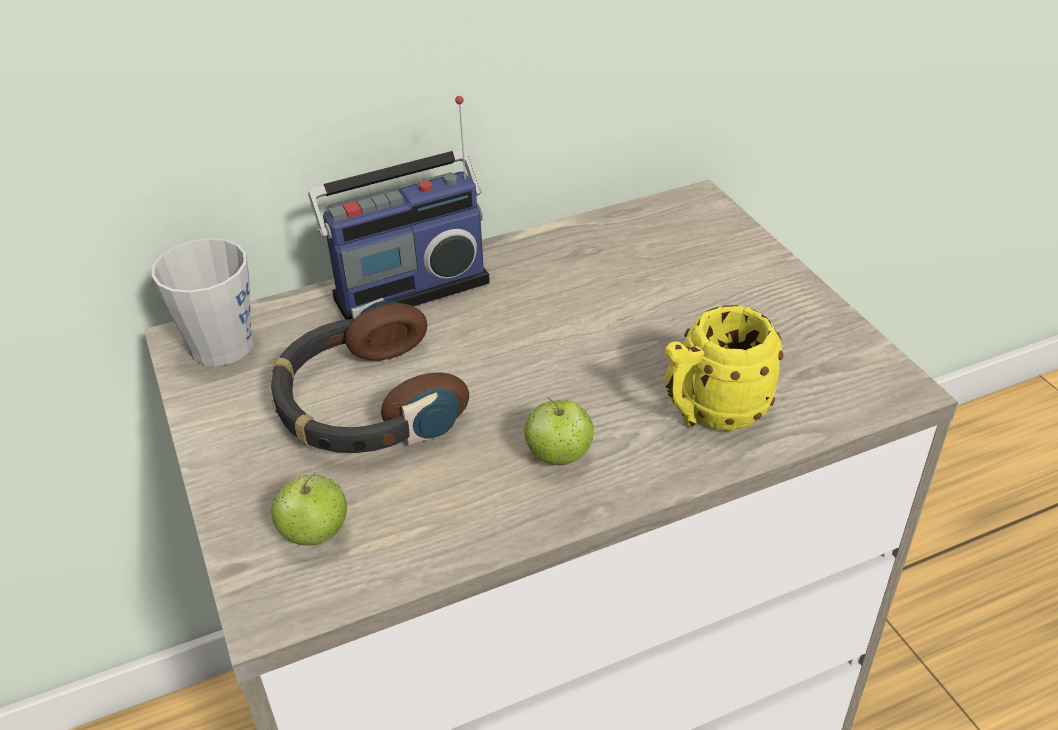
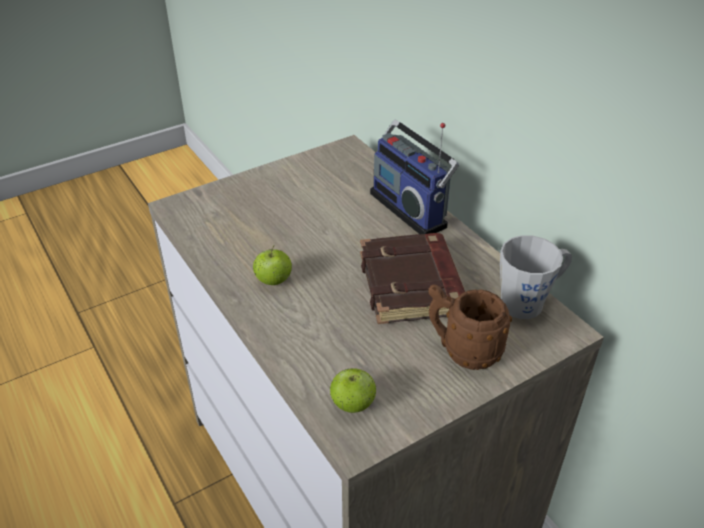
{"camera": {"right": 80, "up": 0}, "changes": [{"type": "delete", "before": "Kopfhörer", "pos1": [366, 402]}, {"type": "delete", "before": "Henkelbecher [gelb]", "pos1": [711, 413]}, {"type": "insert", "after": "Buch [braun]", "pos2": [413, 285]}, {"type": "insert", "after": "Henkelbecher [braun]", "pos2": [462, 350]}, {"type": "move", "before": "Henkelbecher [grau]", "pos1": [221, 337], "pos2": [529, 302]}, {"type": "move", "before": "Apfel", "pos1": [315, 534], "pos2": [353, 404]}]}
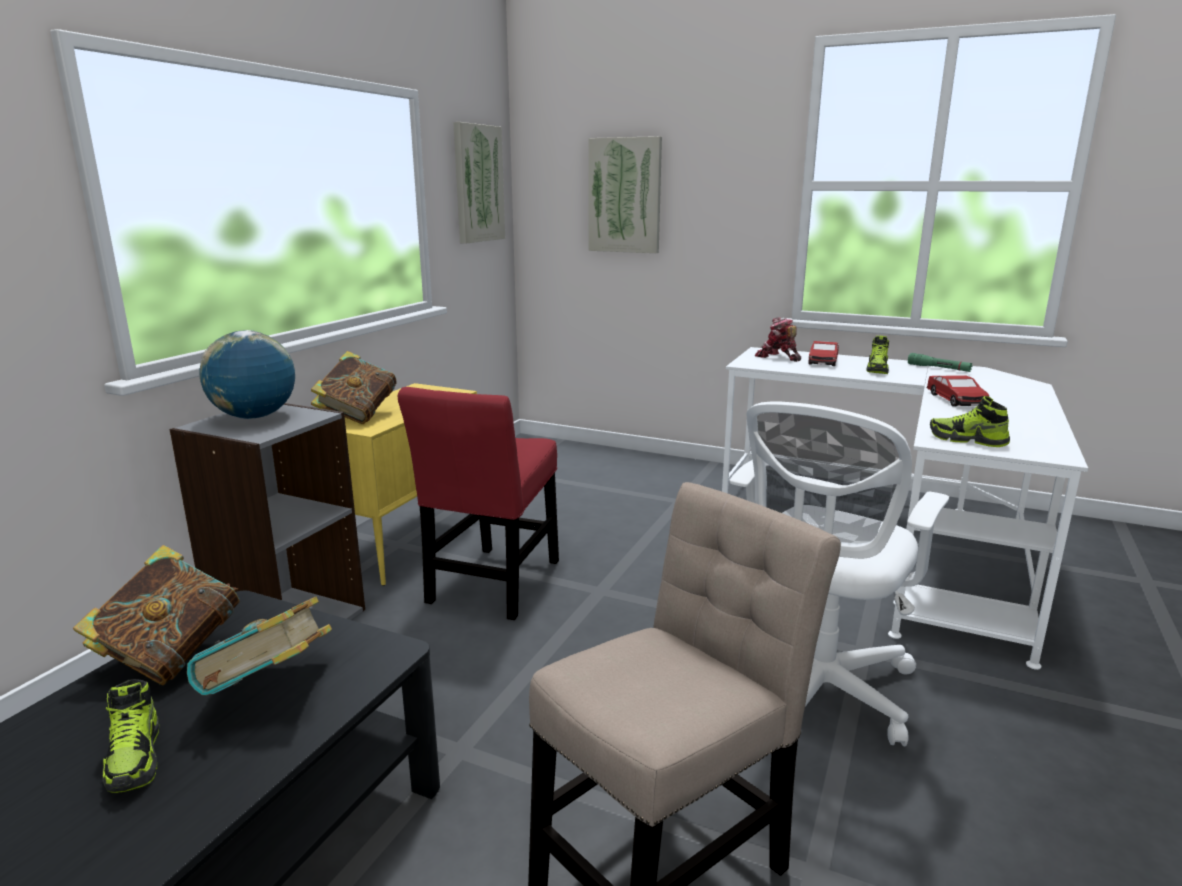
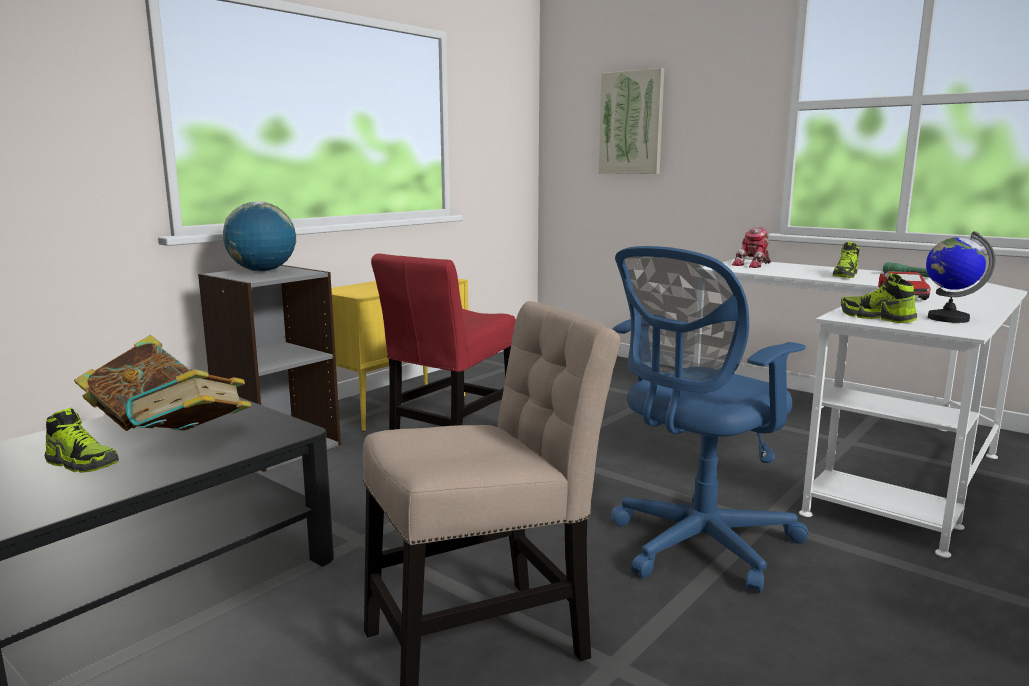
{"camera": {"right": 15, "up": -5}, "changes": [{"type": "delete", "before": "Buch", "pos1": [357, 416]}, {"type": "delete", "before": "Bild", "pos1": [478, 184]}, {"type": "delete", "before": "Spielzeugauto", "pos1": [823, 361]}, {"type": "insert", "after": "Globus", "pos2": [947, 318]}, {"type": "recolor", "before": "Bürostuhl [weiß]", "after": "Bürostuhl [blau]", "pos1": [816, 695], "pos2": [696, 546]}, {"type": "rotate", "before": "Schuh", "pos1": [135, 759], "pos2": [82, 463], "turn": -60}, {"type": "rotate", "before": "Spielzeugroboter", "pos1": [778, 357], "pos2": [754, 265], "turn": -105}]}
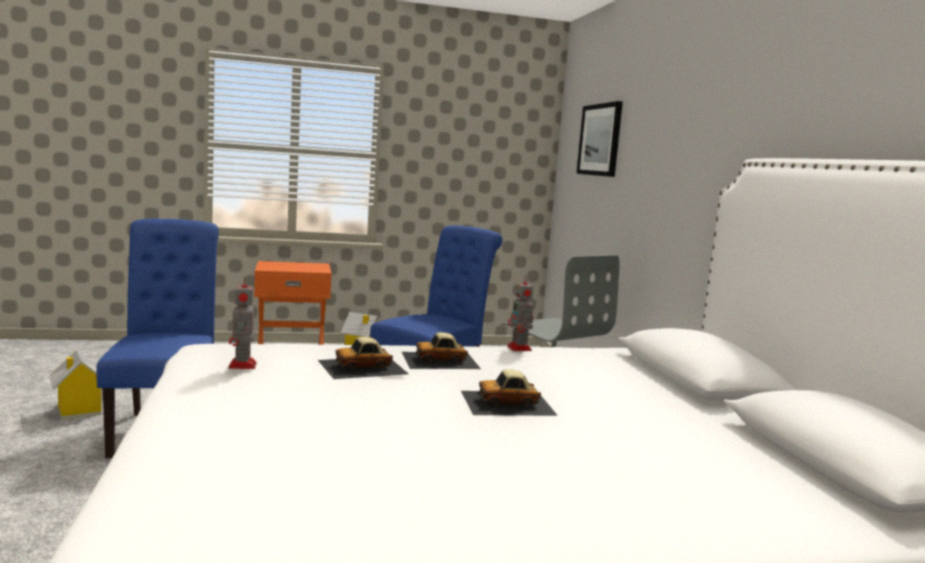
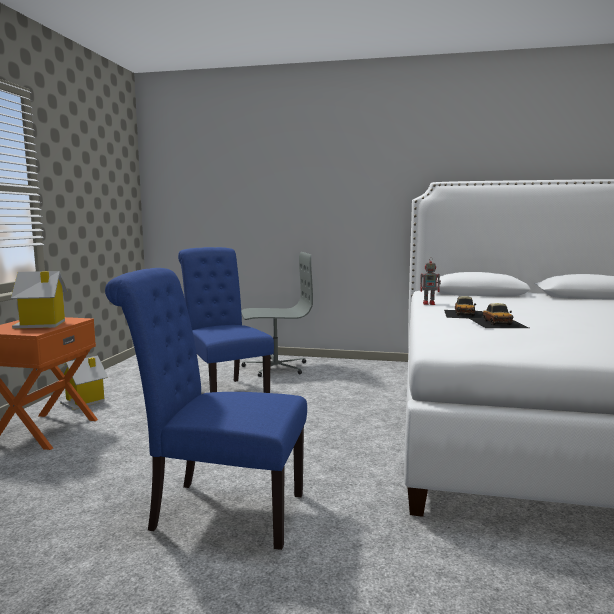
{"camera": {"right": -65, "up": 0}, "changes": [{"type": "delete", "before": "Spielzeugroboter", "pos1": [242, 366]}, {"type": "delete", "before": "Spielzeugauto", "pos1": [508, 403]}, {"type": "delete", "before": "Bild", "pos1": [600, 140]}, {"type": "move", "before": "Spielzeughaus", "pos1": [78, 411], "pos2": [42, 324]}]}
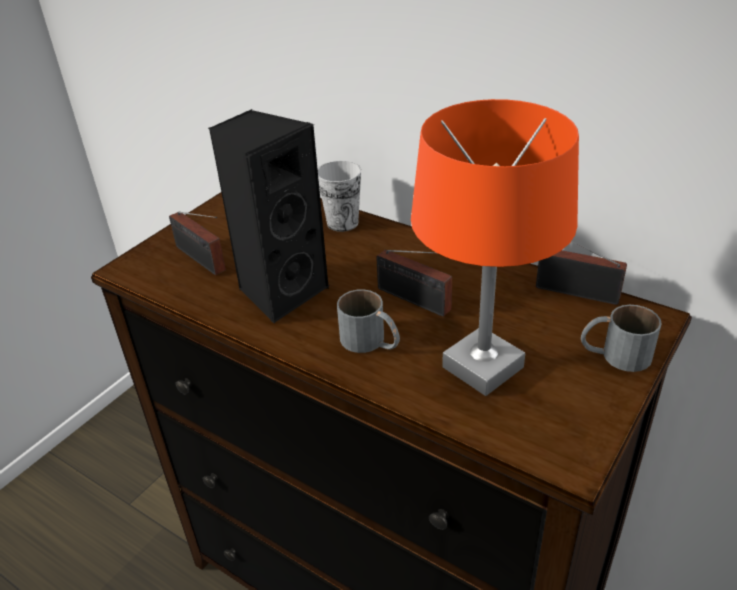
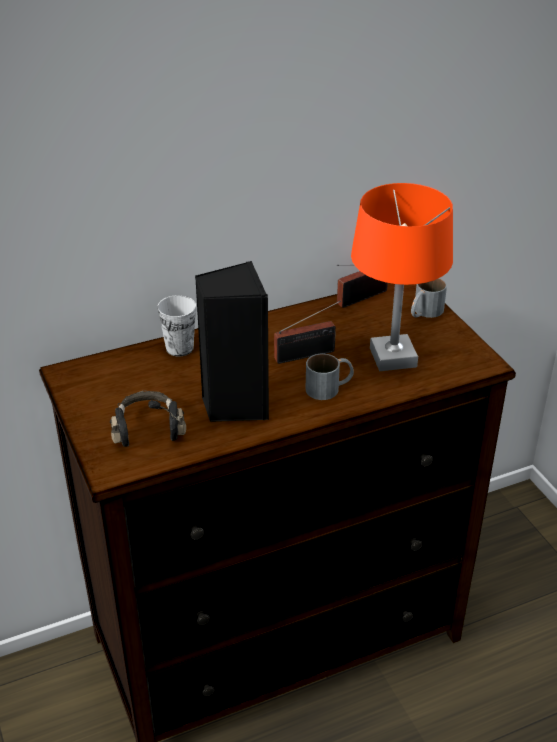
{"camera": {"right": -60, "up": 0}, "changes": [{"type": "replace", "before": "Radio", "after": "Kopfhörer [schwarz]", "pos1": [202, 260], "pos2": [148, 429]}]}
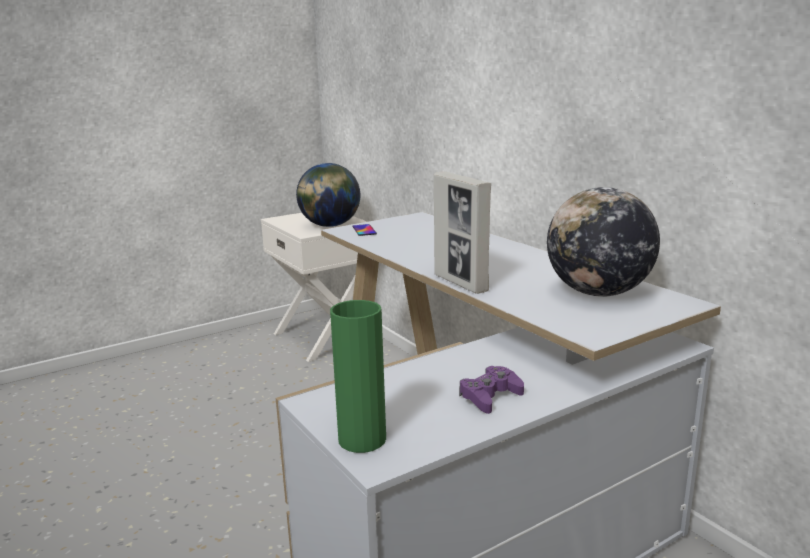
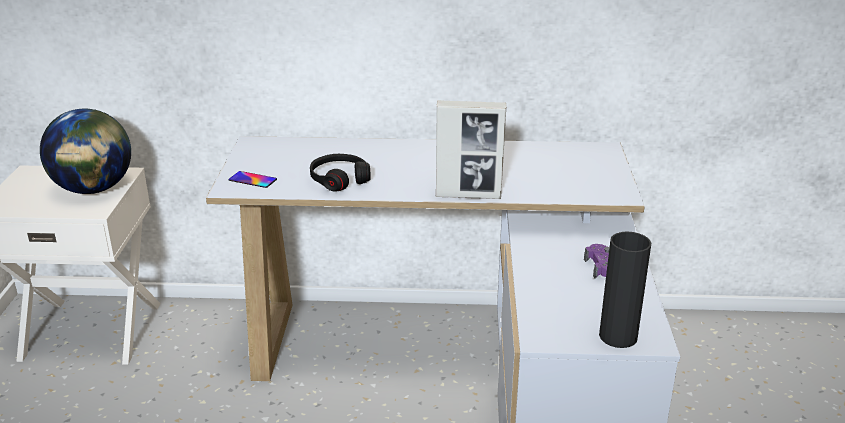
{"camera": {"right": -55, "up": 10}, "changes": [{"type": "delete", "before": "Globus", "pos1": [598, 293]}, {"type": "insert", "after": "Kopfhörer [schwarz]", "pos2": [339, 179]}, {"type": "recolor", "before": "Vase [grün]", "after": "Vase [schwarz]", "pos1": [362, 439], "pos2": [618, 336]}]}
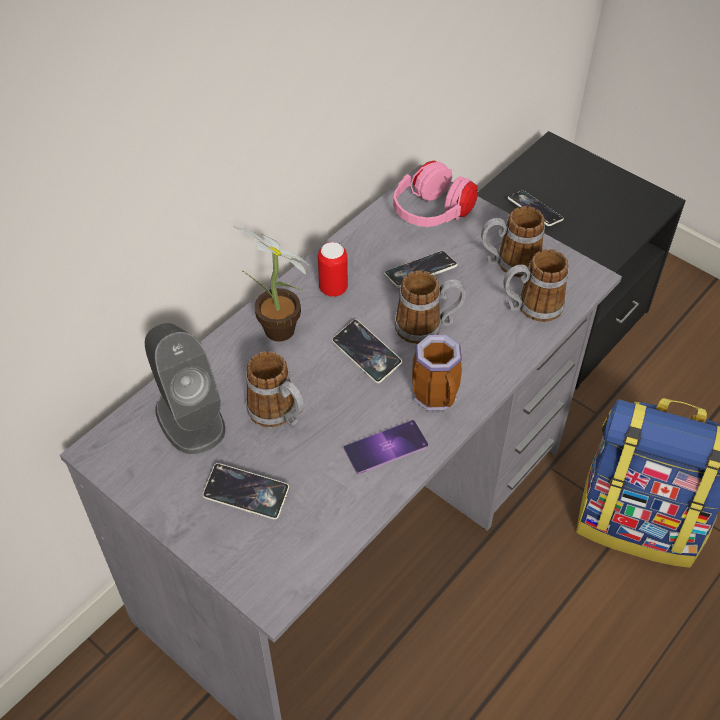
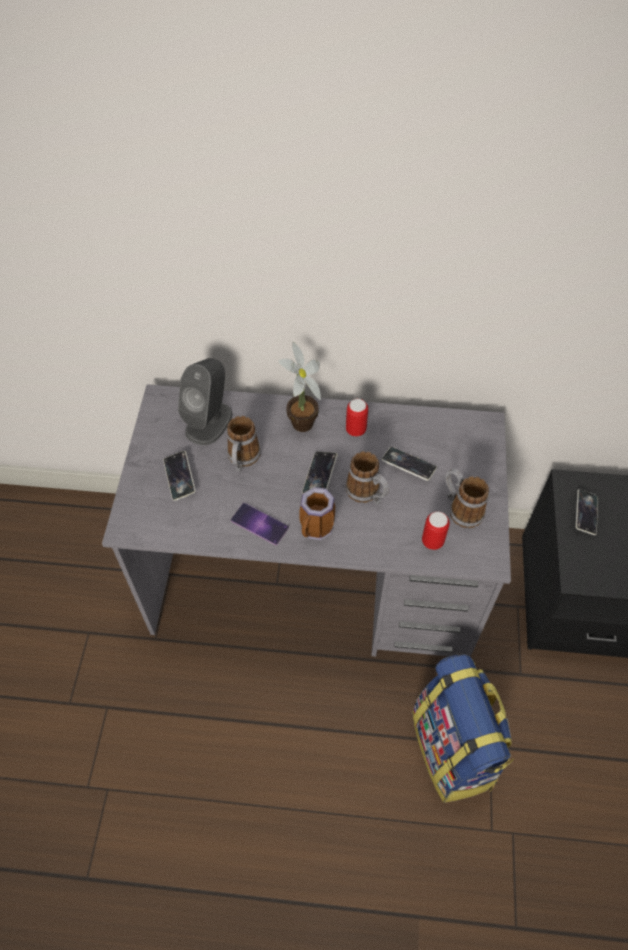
{"camera": {"right": 55, "up": 5}, "changes": [{"type": "delete", "before": "Kopfhörer [rosa]", "pos1": [432, 214]}, {"type": "replace", "before": "Henkelbecher", "after": "Dose", "pos1": [531, 307], "pos2": [432, 541]}]}
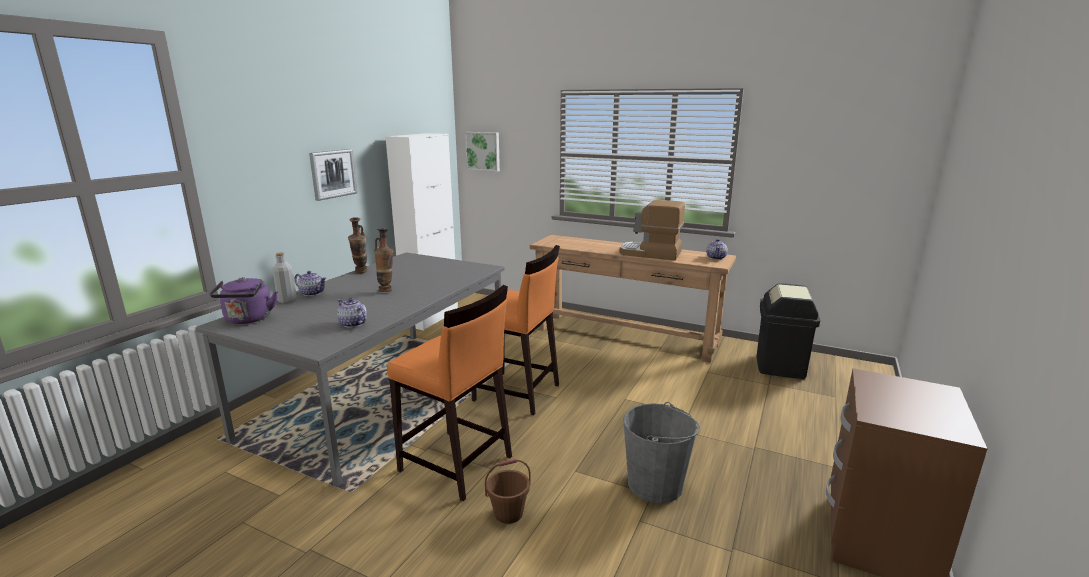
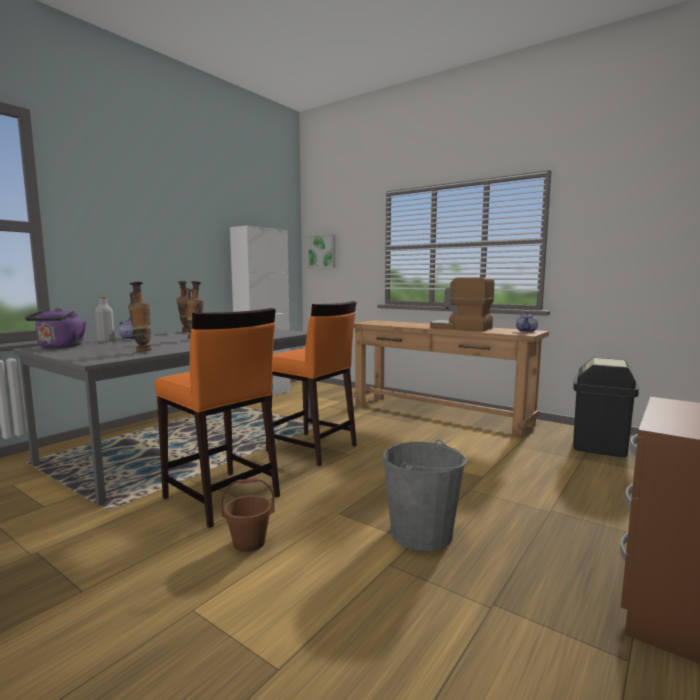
{"camera": {"right": 10, "up": -10}, "changes": [{"type": "delete", "before": "Bild", "pos1": [333, 174]}, {"type": "replace", "before": "Teekanne", "after": "Vase", "pos1": [353, 324], "pos2": [142, 351]}]}
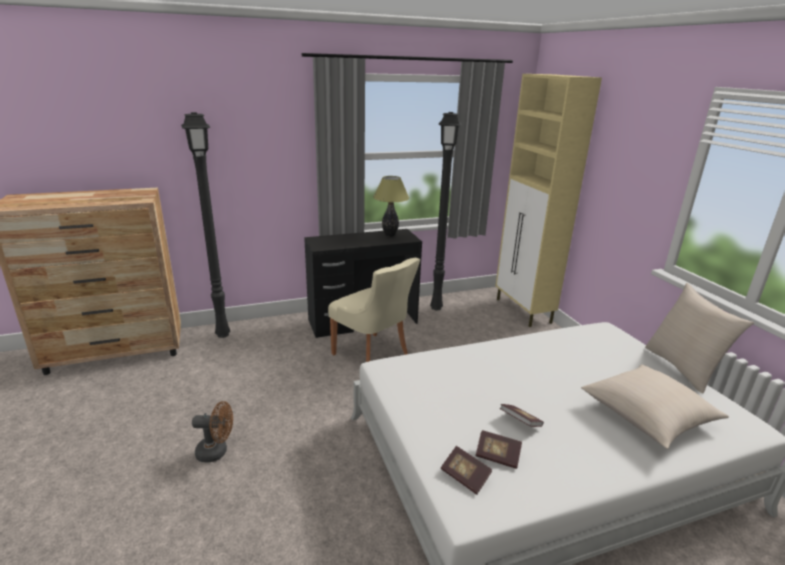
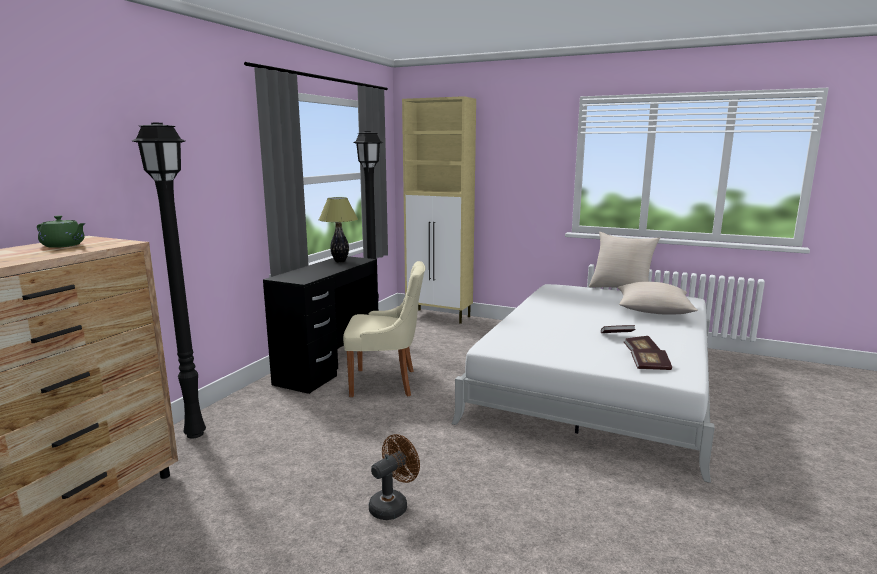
{"camera": {"right": -45, "up": -10}, "changes": [{"type": "insert", "after": "Teekanne [grün]", "pos2": [64, 245]}]}
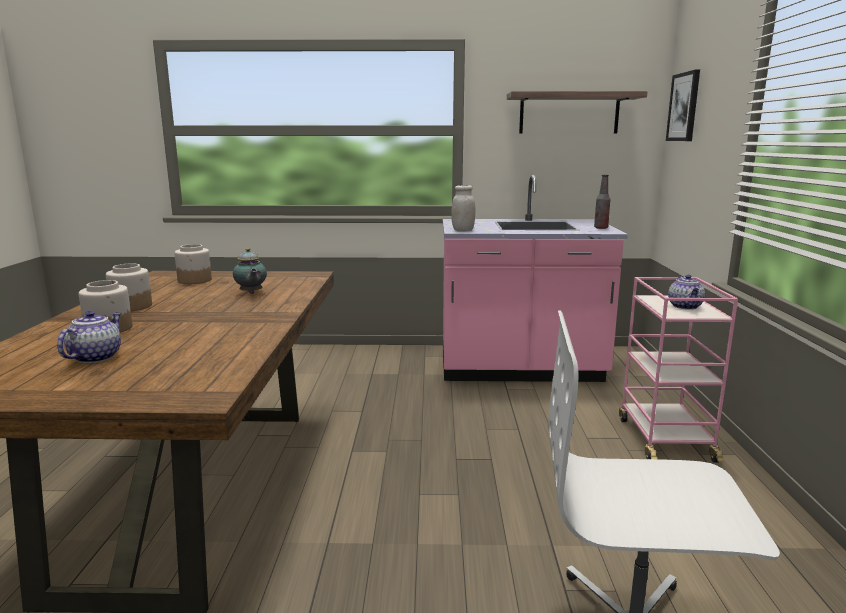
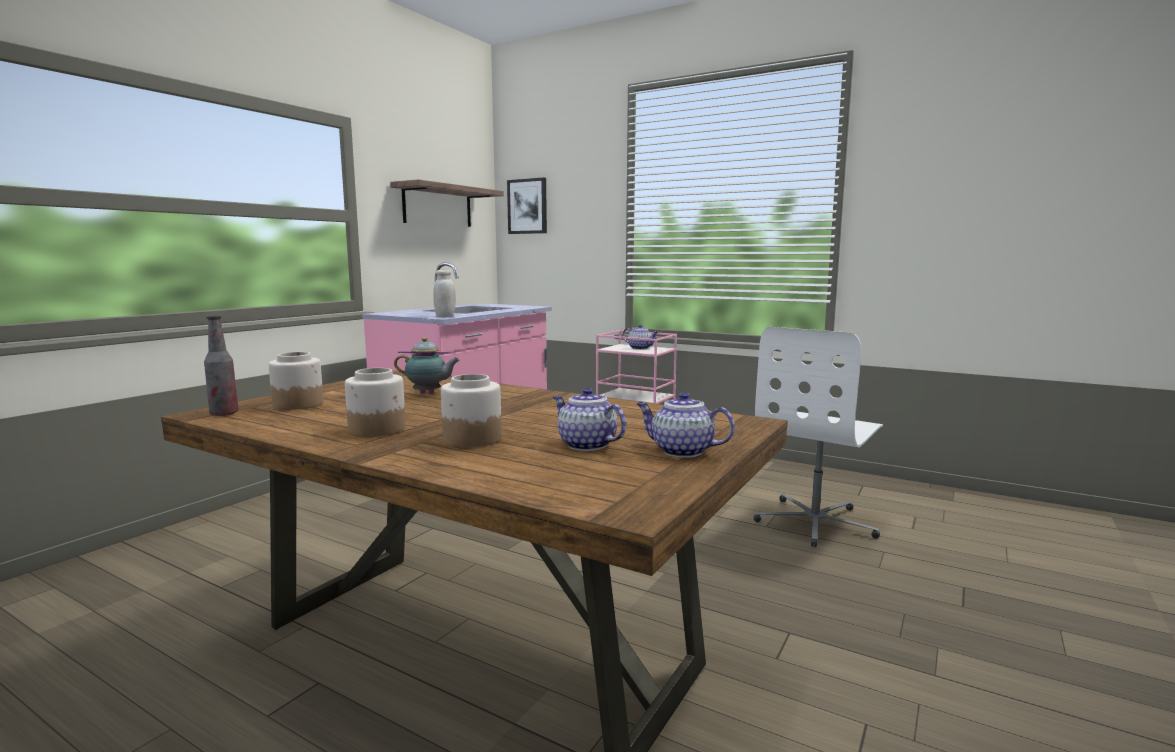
{"camera": {"right": -60, "up": -5}, "changes": [{"type": "insert", "after": "Teekanne", "pos2": [681, 451]}, {"type": "move", "before": "Flasche", "pos1": [601, 228], "pos2": [224, 413]}]}
